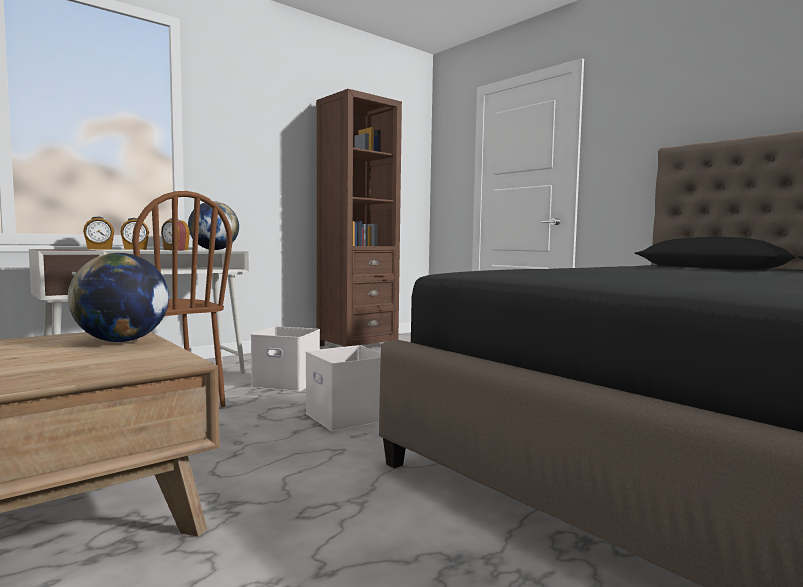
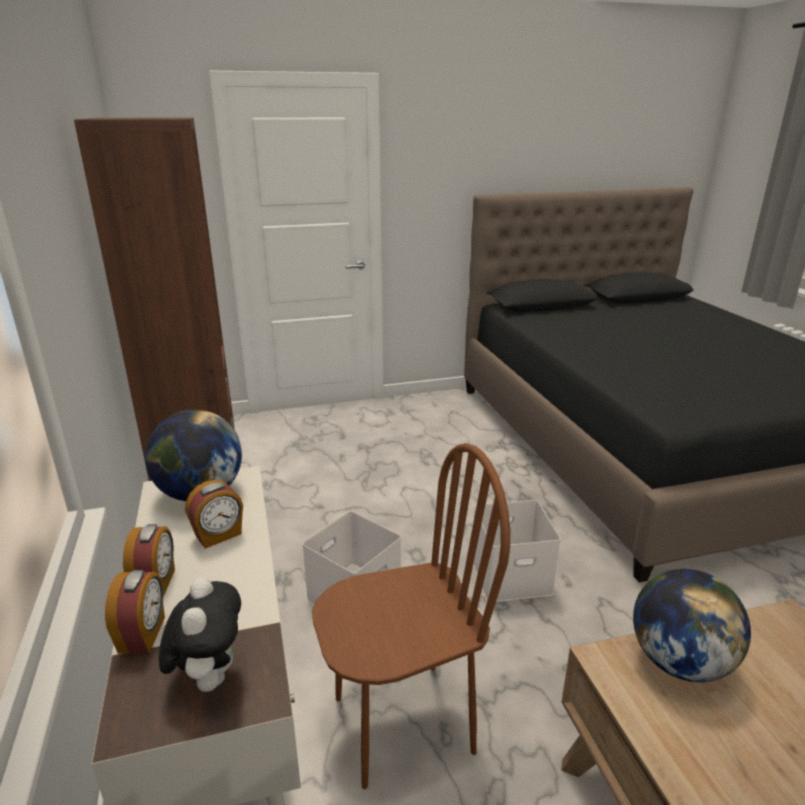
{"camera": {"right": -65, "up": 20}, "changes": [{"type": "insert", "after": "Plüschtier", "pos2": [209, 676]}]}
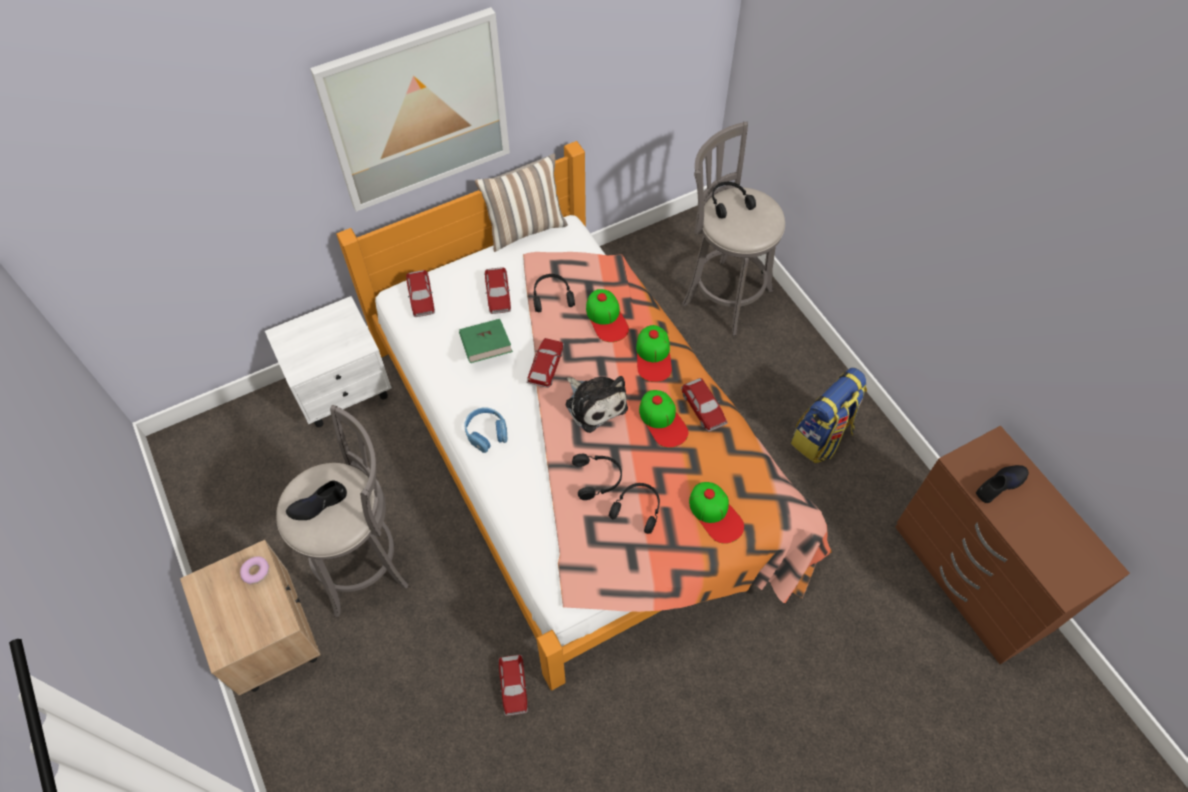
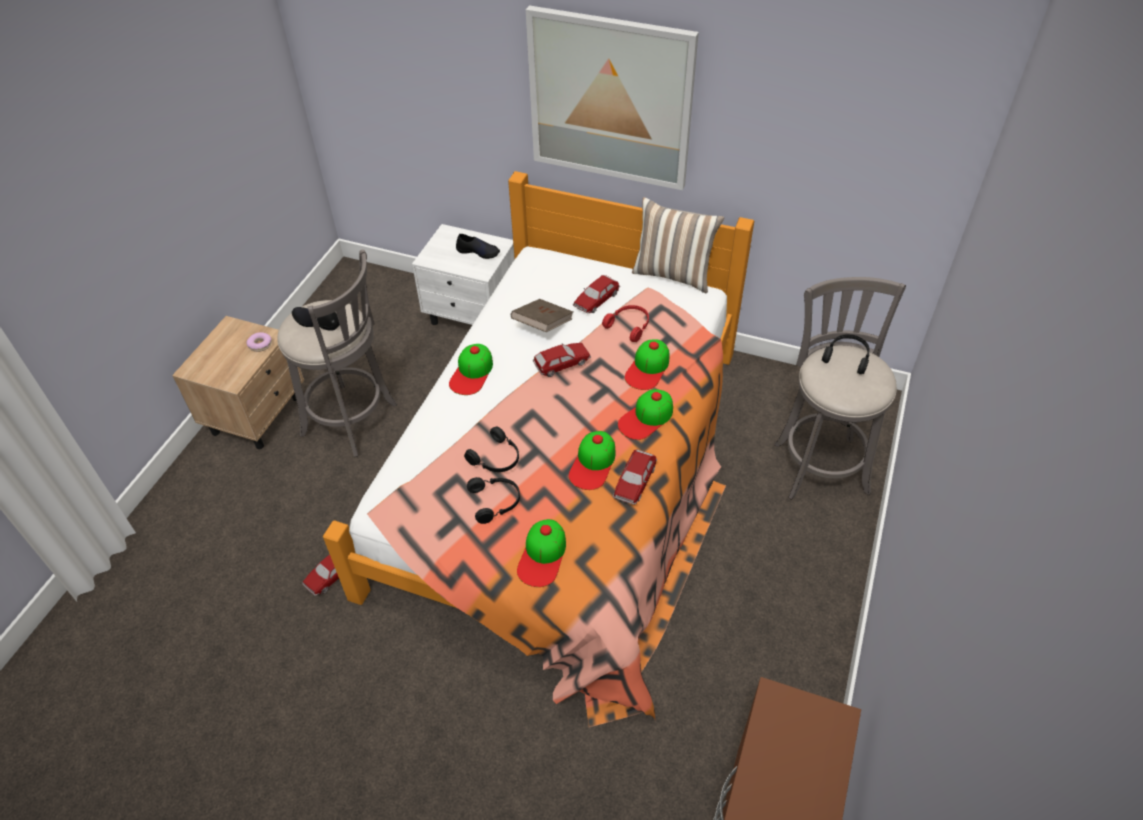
{"camera": {"right": 50, "up": -10}, "changes": [{"type": "delete", "before": "Spielzeugauto", "pos1": [421, 298]}, {"type": "delete", "before": "Plüschtier", "pos1": [594, 403]}, {"type": "delete", "before": "Rucksack", "pos1": [822, 437]}, {"type": "move", "before": "Schuh [schwarz]", "pos1": [1000, 485], "pos2": [478, 252]}, {"type": "replace", "before": "Kopfhörer [blau]", "after": "Kappe", "pos1": [486, 433], "pos2": [472, 373]}, {"type": "recolor", "before": "Buch [grün]", "after": "Buch [braun]", "pos1": [486, 349], "pos2": [542, 325]}, {"type": "recolor", "before": "Kopfhörer [schwarz]", "after": "Kopfhörer [rot]", "pos1": [552, 296], "pos2": [629, 326]}]}
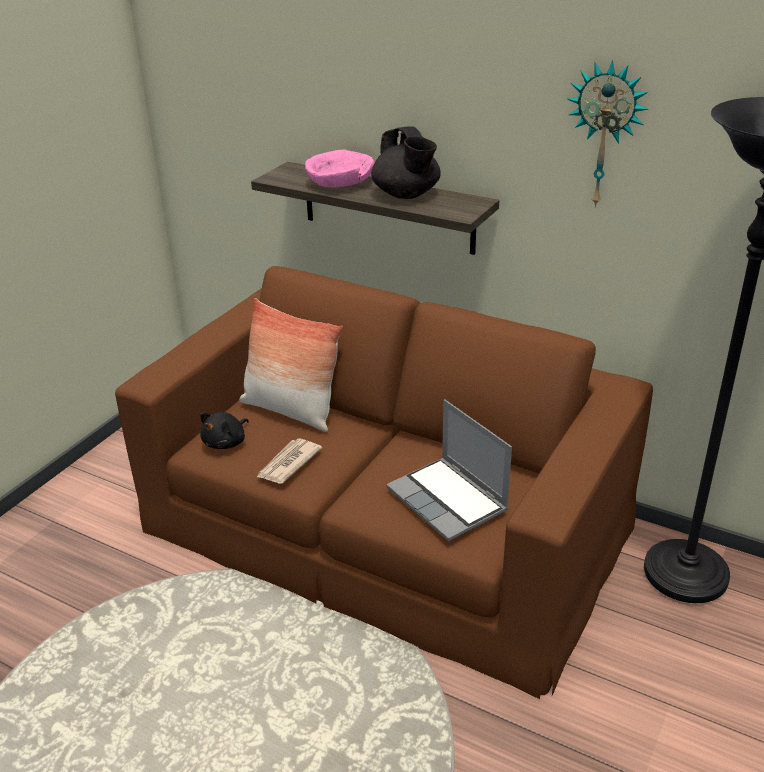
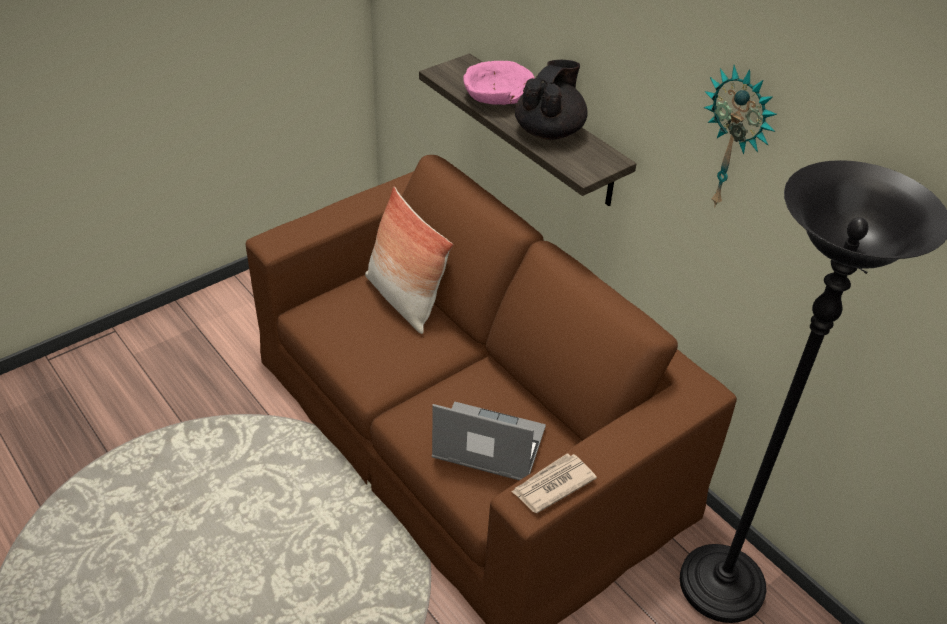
{"camera": {"right": 20, "up": 10}, "changes": [{"type": "delete", "before": "Plüschtier [schwarz]", "pos1": [226, 442]}, {"type": "move", "before": "Zeitung", "pos1": [288, 463], "pos2": [552, 485]}, {"type": "rotate", "before": "Teekanne [schwarz]", "pos1": [406, 195], "pos2": [549, 131], "turn": -150}, {"type": "rotate", "before": "Laptop", "pos1": [449, 500], "pos2": [487, 445], "turn": 120}]}
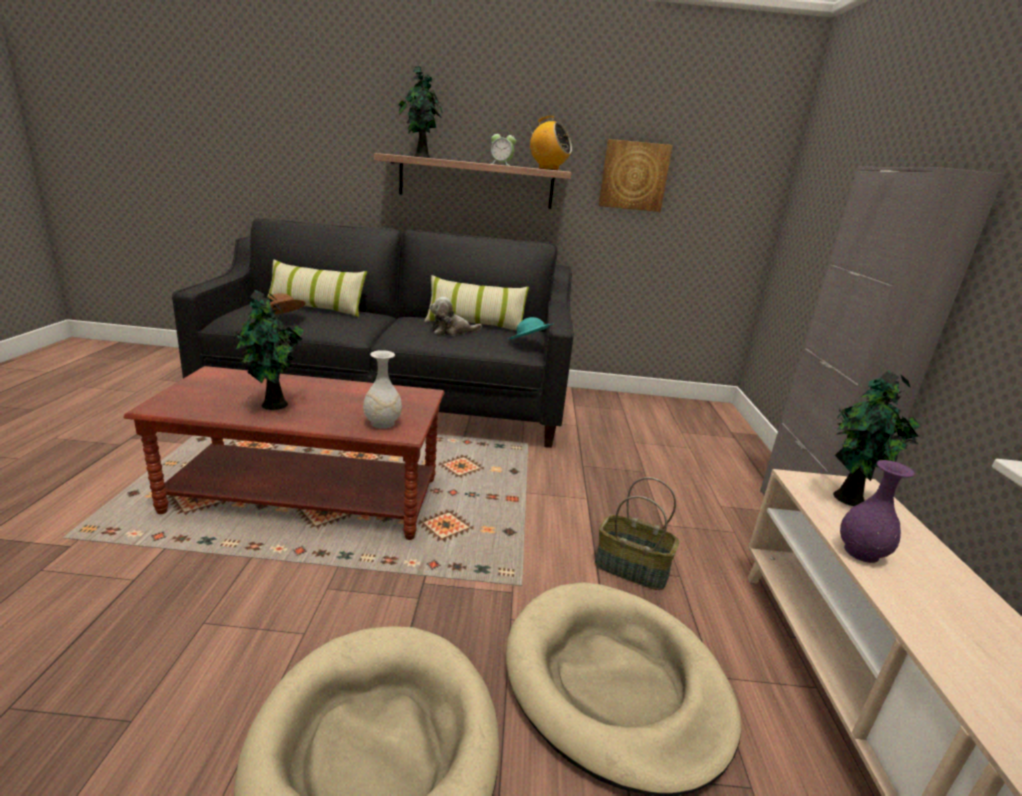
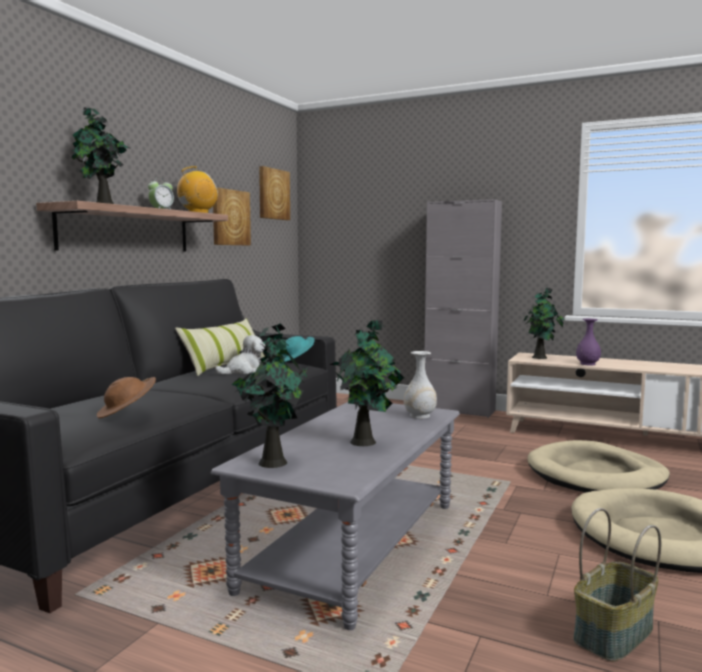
{"camera": {"right": -65, "up": -15}, "changes": [{"type": "delete", "before": "Kissen", "pos1": [315, 309]}, {"type": "insert", "after": "Topfpflanze", "pos2": [272, 462]}, {"type": "insert", "after": "Bild", "pos2": [273, 194]}, {"type": "move", "before": "Korb", "pos1": [630, 569], "pos2": [614, 635]}, {"type": "recolor", "before": "Couchtisch [braun]", "after": "Couchtisch [grau]", "pos1": [307, 495], "pos2": [355, 544]}, {"type": "rotate", "before": "Plüschtier", "pos1": [451, 331], "pos2": [244, 371], "turn": -135}]}
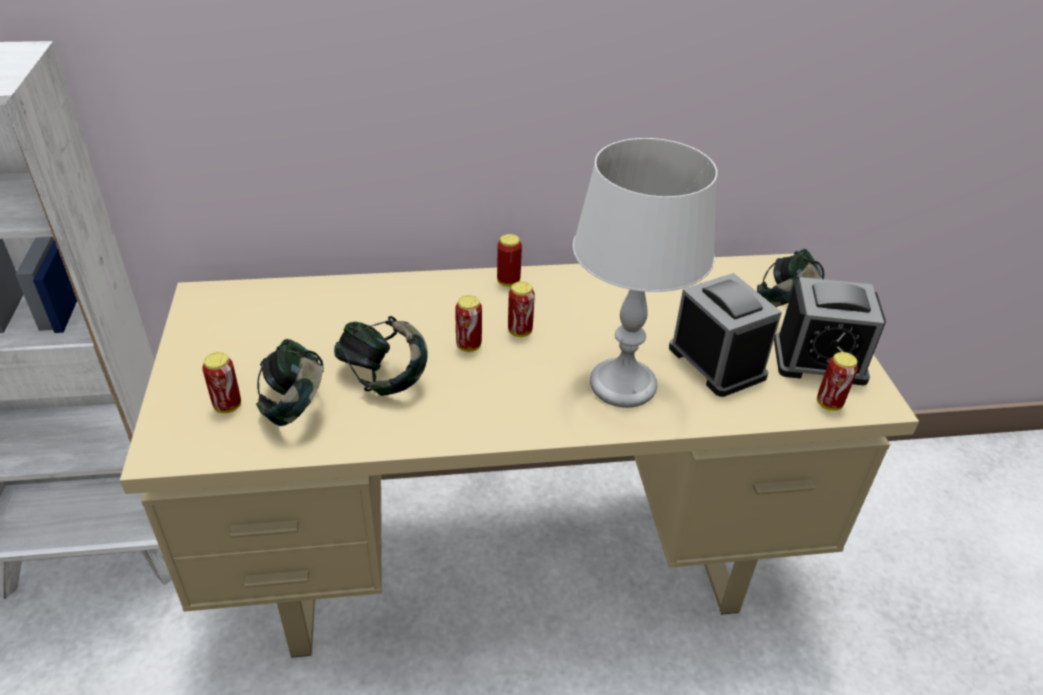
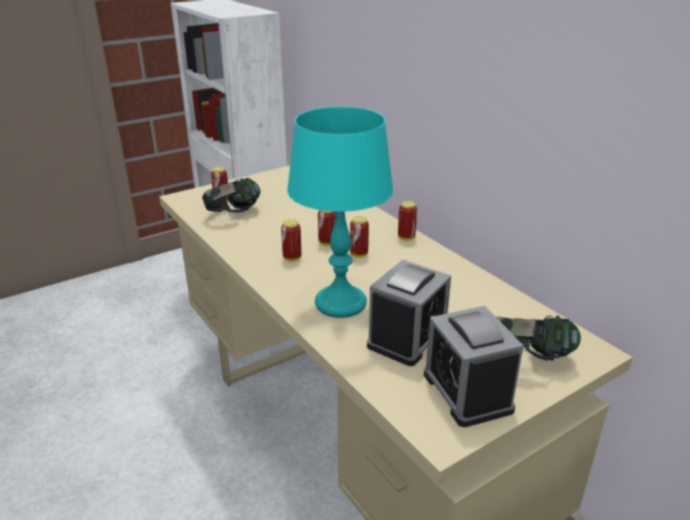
{"camera": {"right": 65, "up": -10}, "changes": [{"type": "delete", "before": "Kopfhörer", "pos1": [383, 378]}, {"type": "move", "before": "Dose", "pos1": [829, 403], "pos2": [292, 258]}, {"type": "recolor", "before": "Tischlampe [weiß]", "after": "Tischlampe [türkis]", "pos1": [621, 385], "pos2": [340, 303]}]}
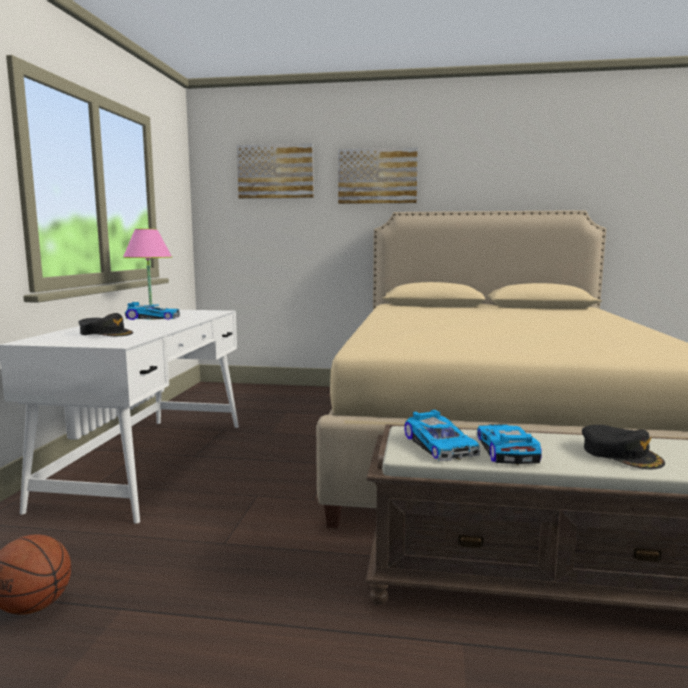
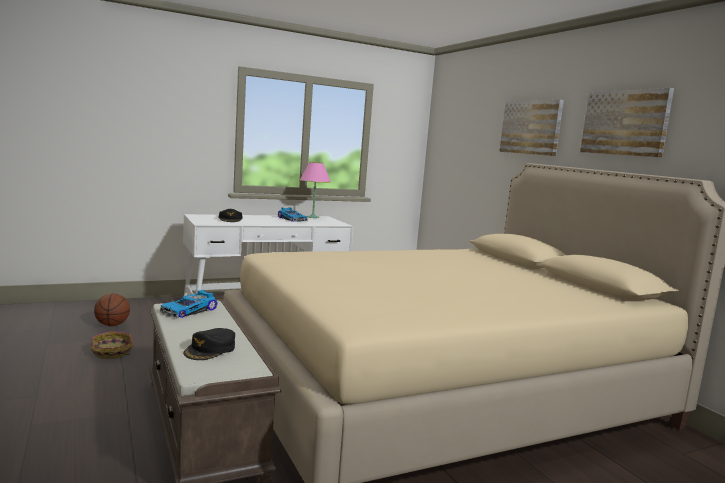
{"camera": {"right": 55, "up": 0}, "changes": [{"type": "delete", "before": "Spielzeugauto", "pos1": [505, 450]}, {"type": "insert", "after": "Korb", "pos2": [112, 353]}, {"type": "move", "before": "Bild", "pos1": [276, 171], "pos2": [625, 123]}]}
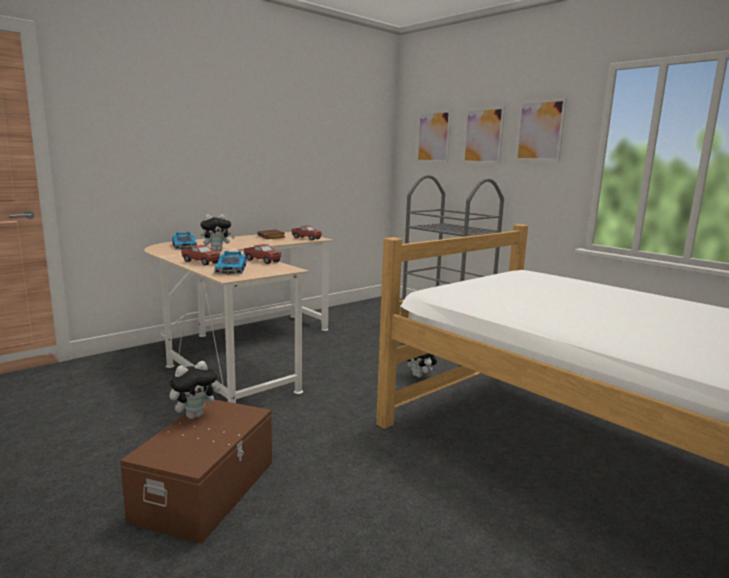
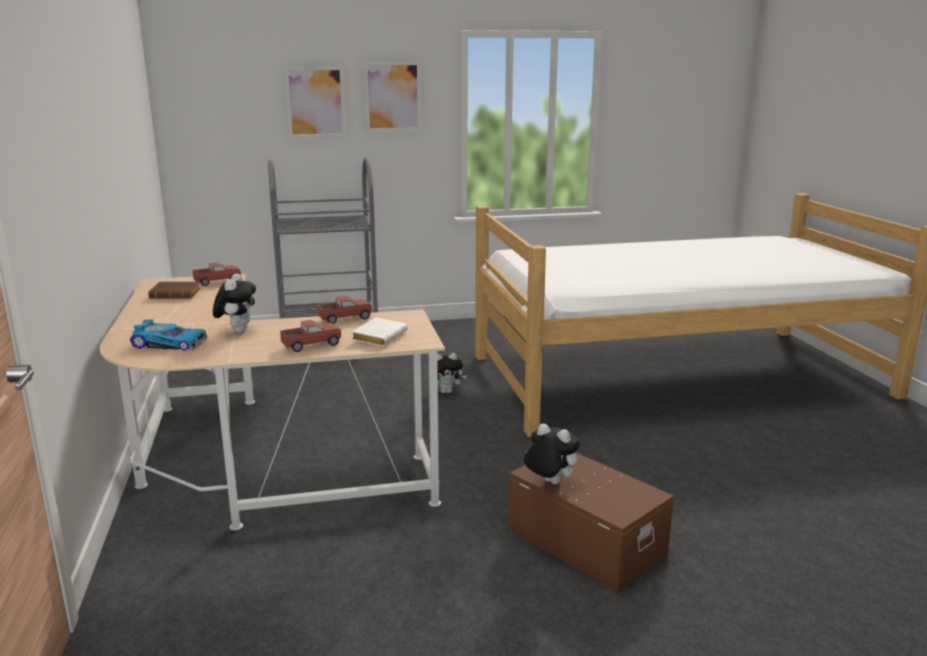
{"camera": {"right": -60, "up": 5}, "changes": [{"type": "delete", "before": "Bild", "pos1": [433, 137]}, {"type": "replace", "before": "Spielzeugauto", "after": "Buch [weiß]", "pos1": [232, 269], "pos2": [379, 336]}, {"type": "rotate", "before": "Plüschtier", "pos1": [195, 415], "pos2": [549, 482], "turn": -45}]}
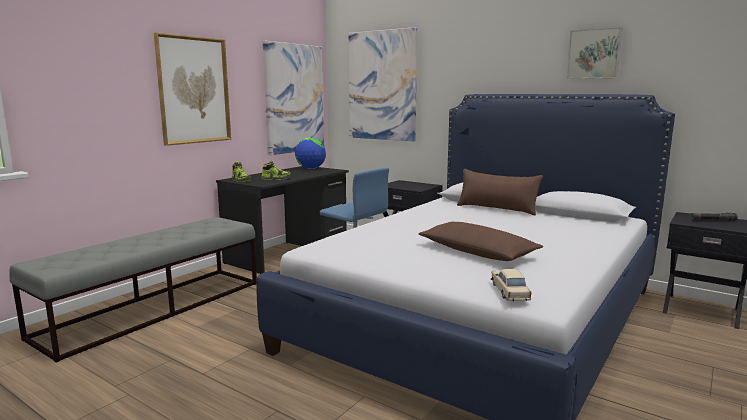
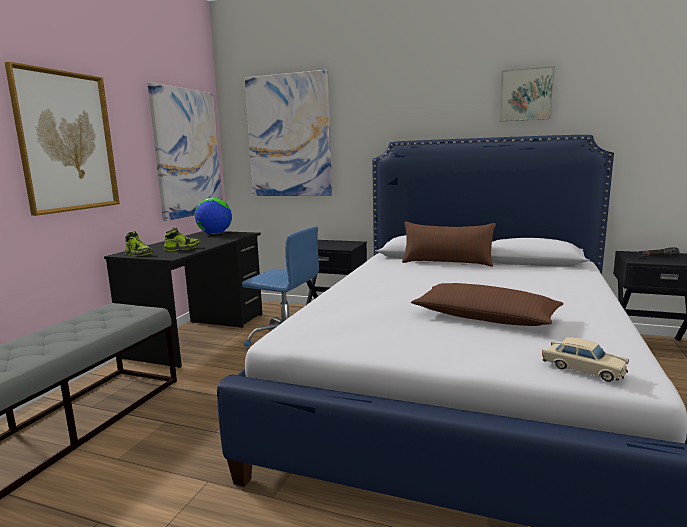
{"camera": {"right": -15, "up": 0}, "changes": [{"type": "rotate", "before": "Spielzeugauto [beige]", "pos1": [509, 292], "pos2": [583, 369], "turn": 150}]}
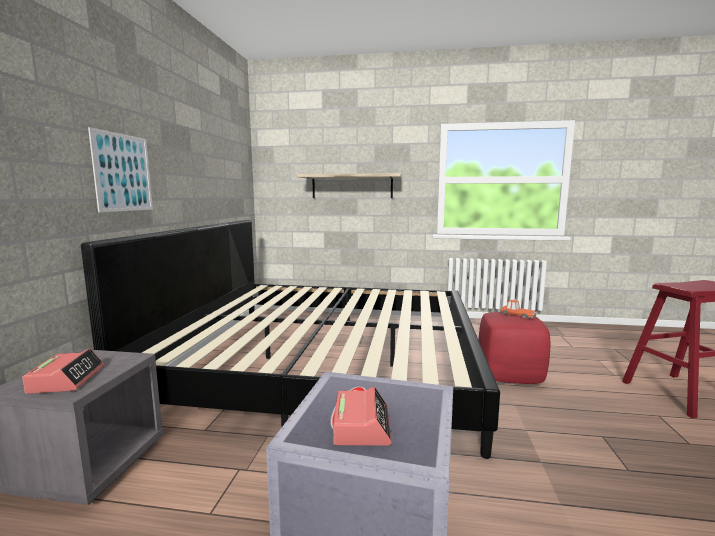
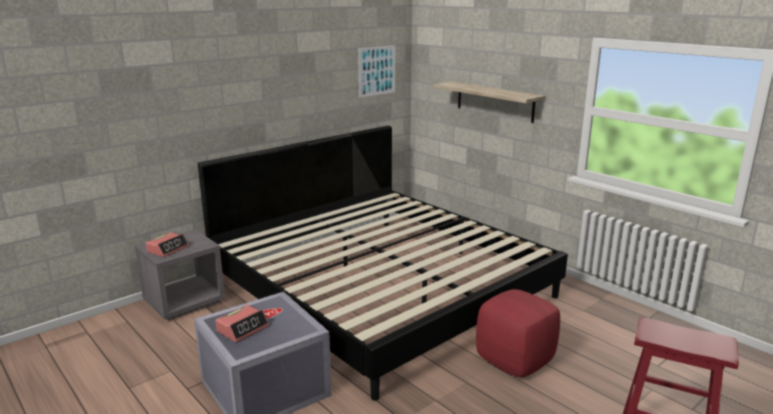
{"camera": {"right": 40, "up": 10}, "changes": [{"type": "delete", "before": "Spielzeugauto", "pos1": [517, 315]}, {"type": "move", "before": "Bild", "pos1": [123, 172], "pos2": [377, 71]}]}
